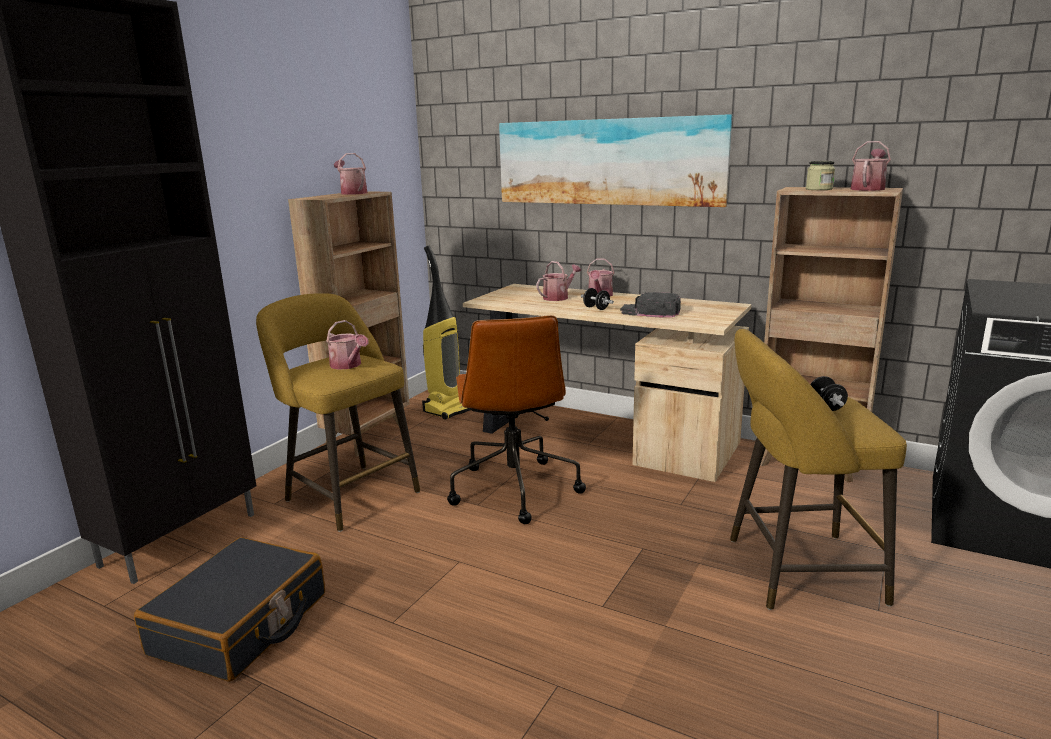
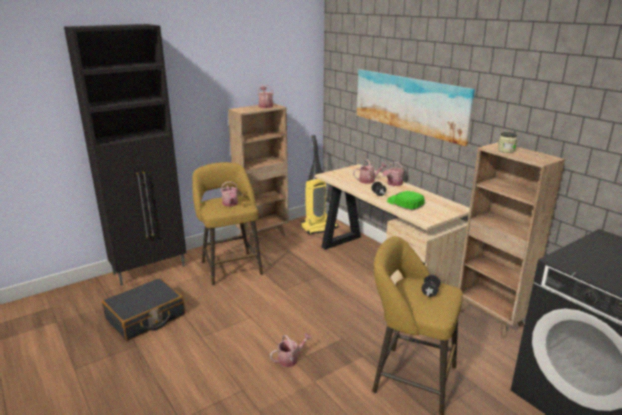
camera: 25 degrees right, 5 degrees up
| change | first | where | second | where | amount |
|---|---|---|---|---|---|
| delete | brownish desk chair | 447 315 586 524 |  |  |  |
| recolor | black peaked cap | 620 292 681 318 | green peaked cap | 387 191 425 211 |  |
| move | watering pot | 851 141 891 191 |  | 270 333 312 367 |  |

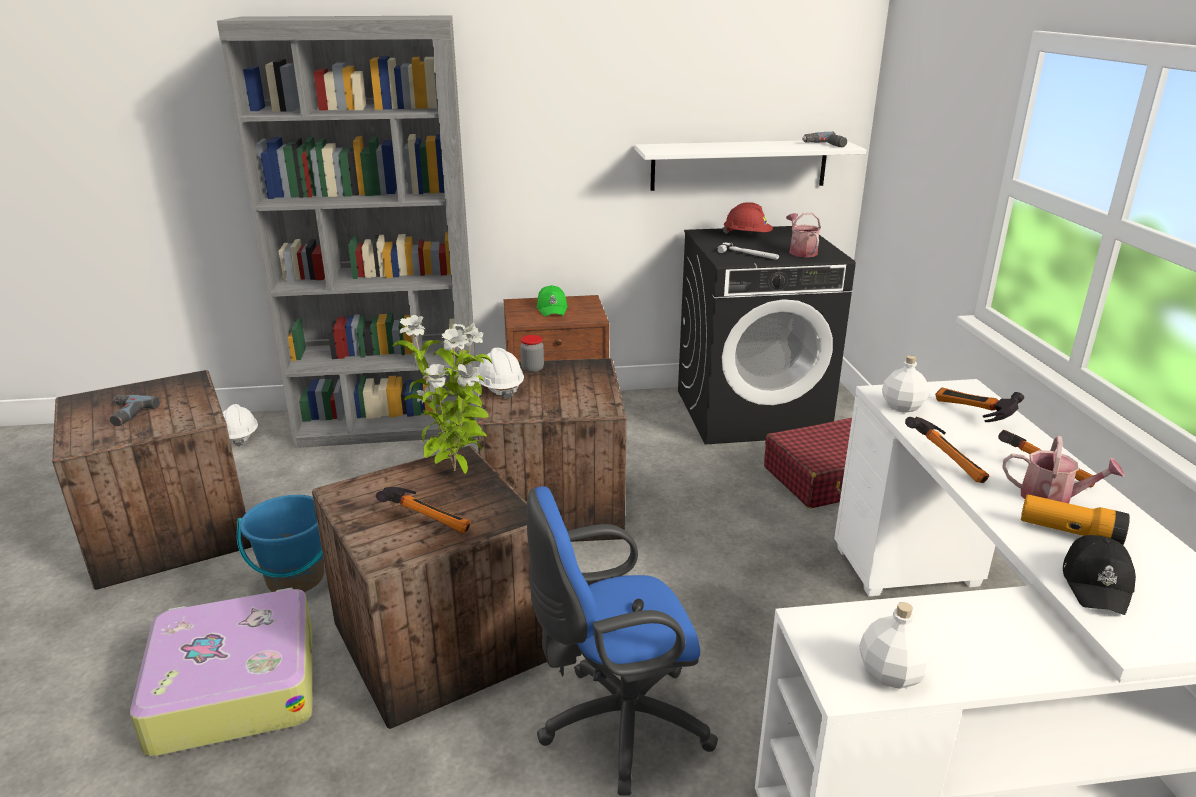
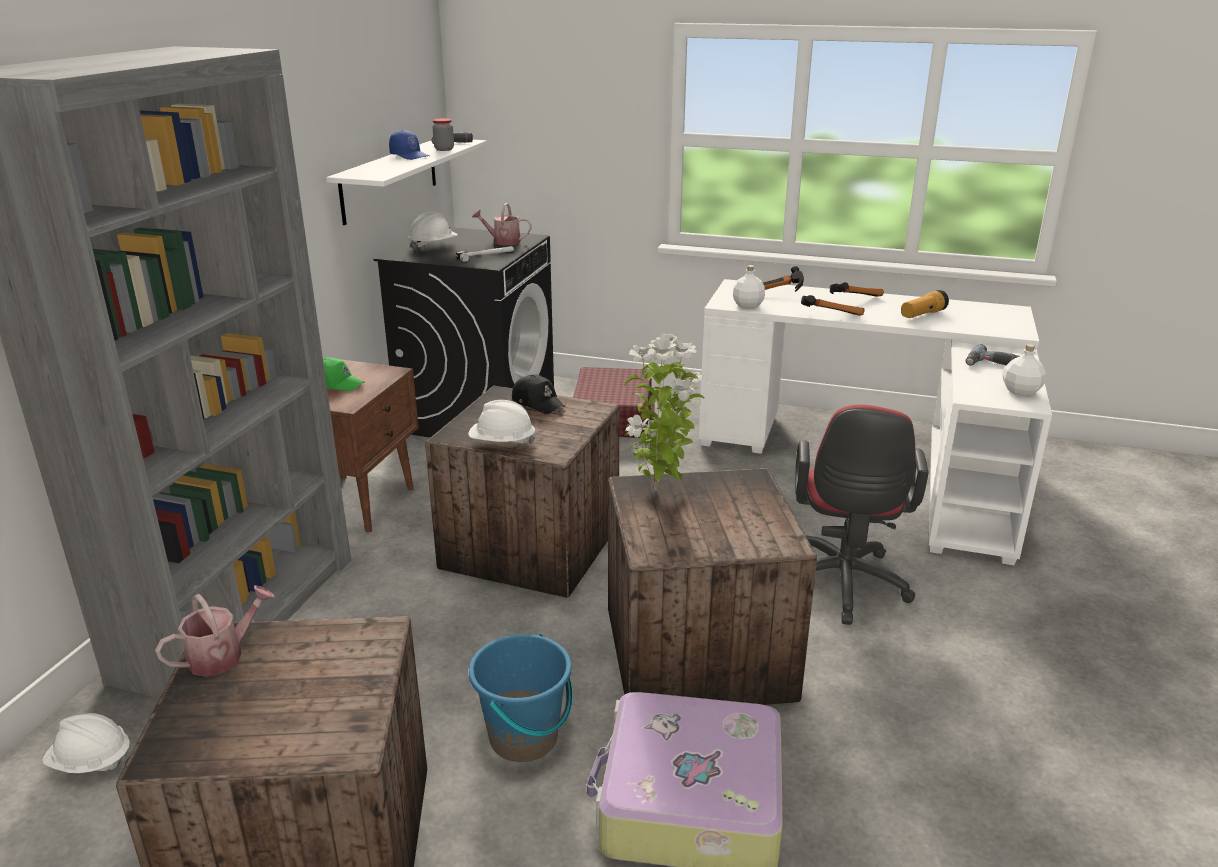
camera: 65 degrees left, 0 degrees up
| change | first | where | second | where | amount |
|---|---|---|---|---|---|
| move | electric drill | 110 395 160 426 |  | 966 344 1020 366 |  |
| delete | hammer | 376 487 471 533 |  |  |  |
| move | jar | 520 335 544 373 |  | 433 118 454 151 |  |
| recolor | blue desk chair | 527 486 718 796 | red desk chair | 795 405 929 625 |  |
| recolor | red safety helmet | 723 202 773 234 | white-coloured safety helmet | 409 211 458 250 |  |
| move | watering pot | 1002 436 1125 503 |  | 155 586 275 677 |  |
| move | black peaked cap | 1063 535 1136 615 |  | 512 374 565 414 |  |
| insert |  |  | blue peaked cap | 389 130 429 160 |  |

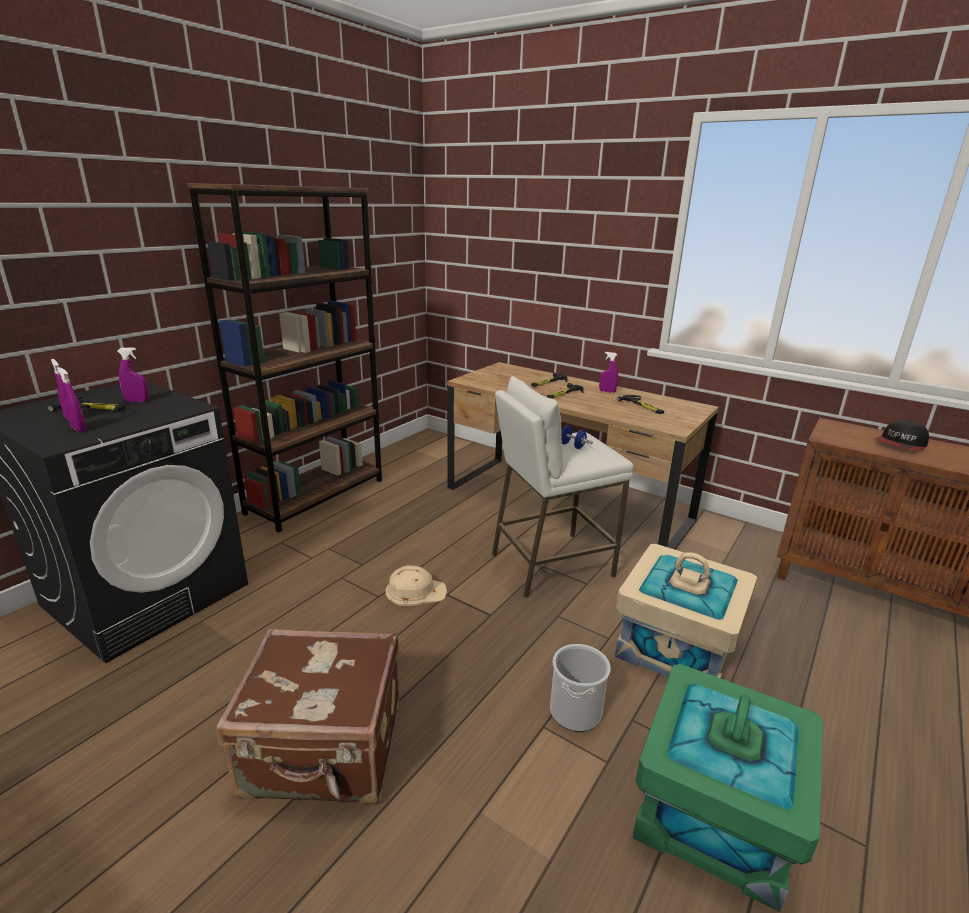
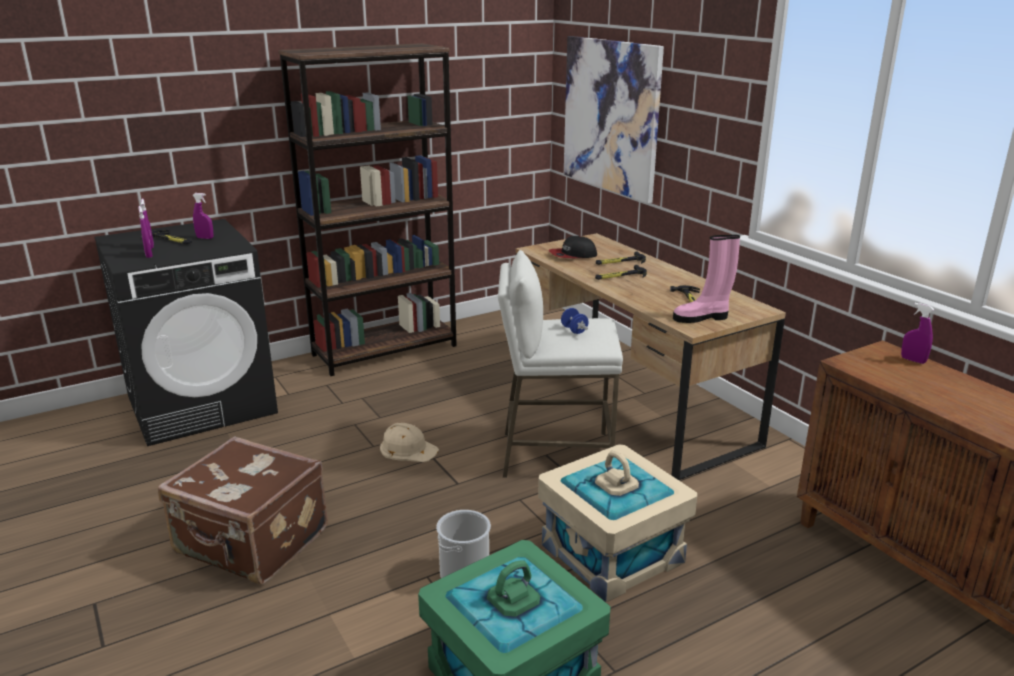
camera: 25 degrees right, 0 degrees up
| change | first | where | second | where | amount |
|---|---|---|---|---|---|
| move | purplish hand sprayer | 599 352 618 393 |  | 901 303 934 364 |  |
| move | peaked cap | 876 420 929 450 |  | 549 236 597 258 |  |
| insert |  |  | wall picture | 564 36 664 203 |  |
| insert |  |  | pinkish high-top boot | 673 235 740 323 |  |

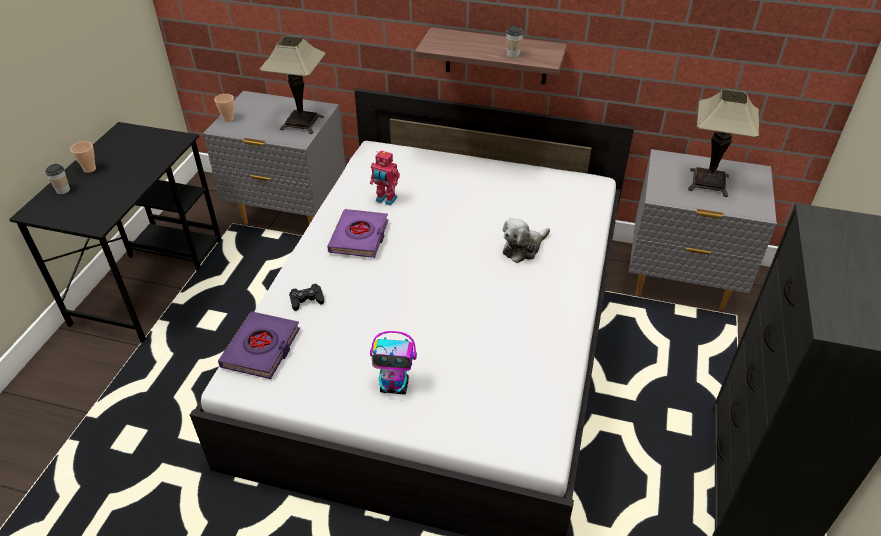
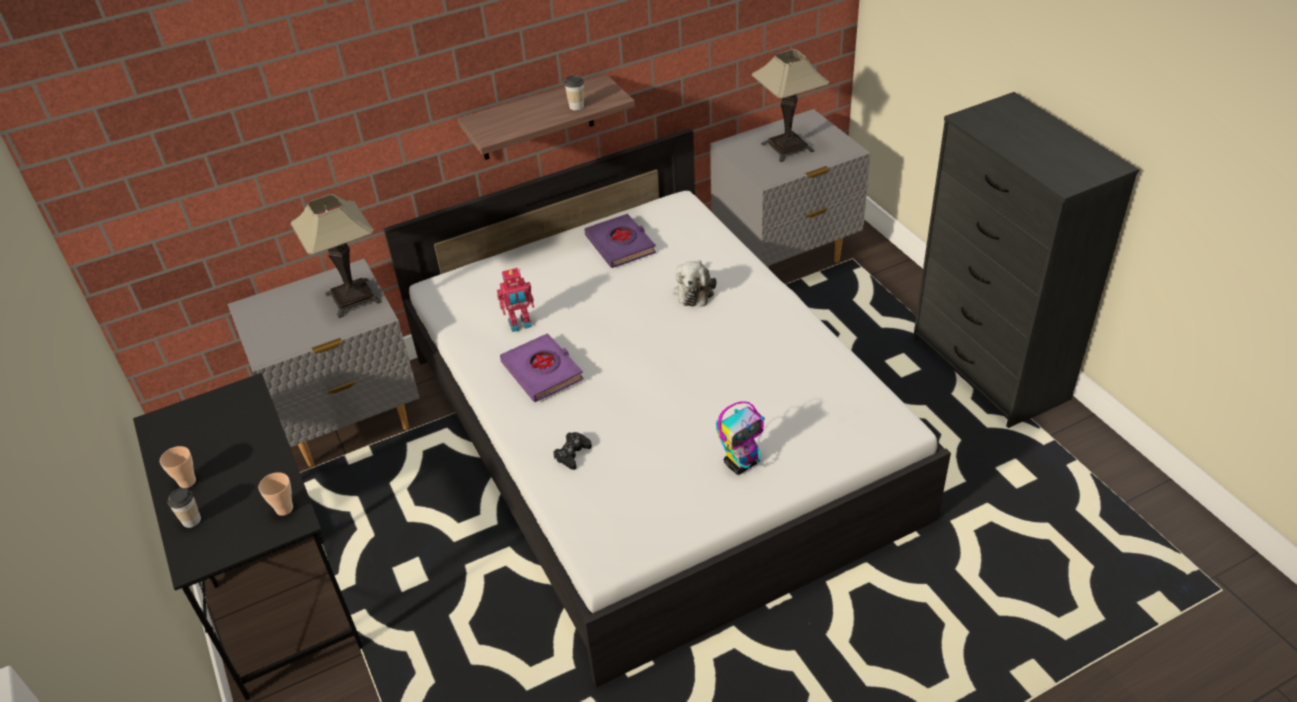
camera: 40 degrees left, 0 degrees up
| change | first | where | second | where | amount |
|---|---|---|---|---|---|
| move | small cup | 214 94 234 122 |  | 258 472 293 516 |  |
| move | purplish bound book | 218 311 300 379 |  | 584 214 656 268 |  |

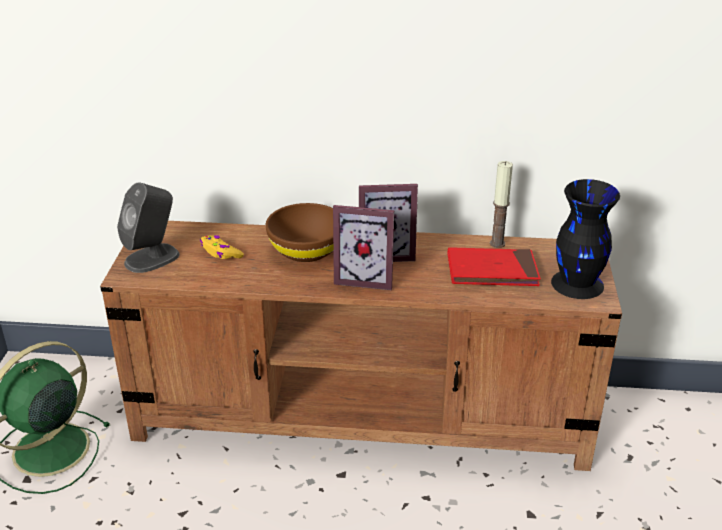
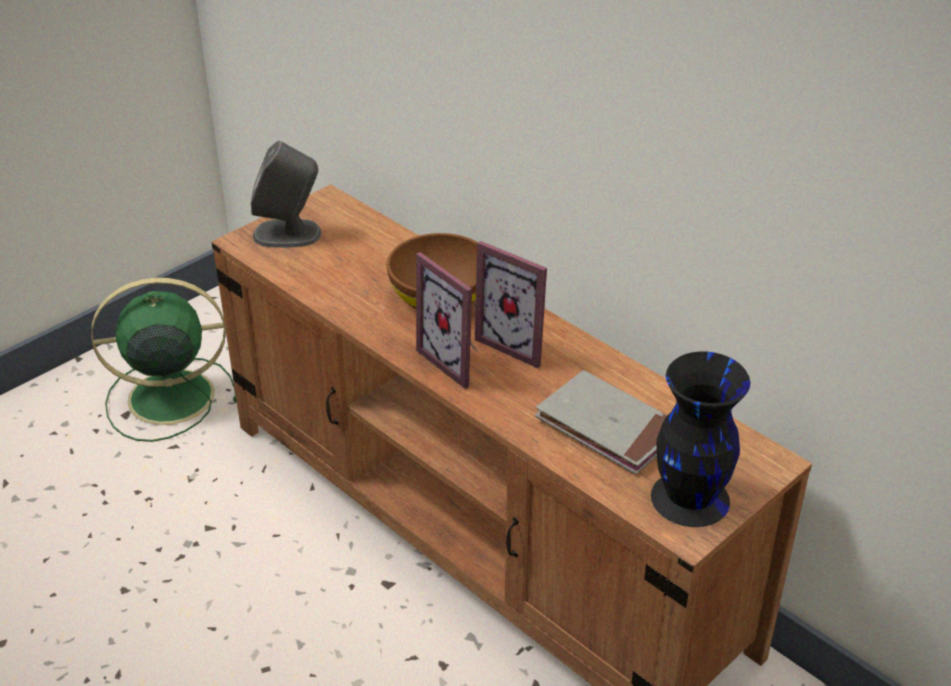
camera: 40 degrees right, 5 degrees up
| change | first | where | second | where | amount |
|---|---|---|---|---|---|
| delete | yellow-coloured gamepad | 200 235 244 259 |  |  |  |
| recolor | red bound book | 447 247 541 286 | grey bound book | 535 370 668 475 |  |
| delete | wax light | 490 161 513 248 |  |  |  |

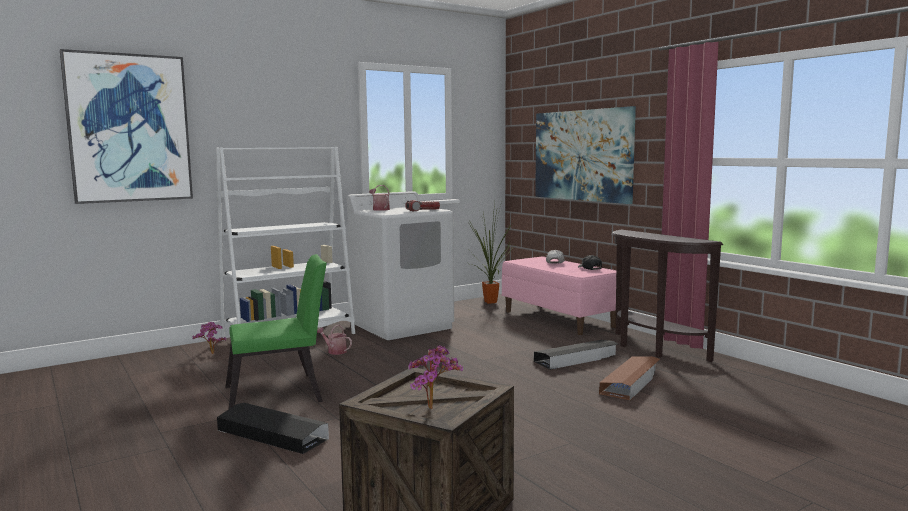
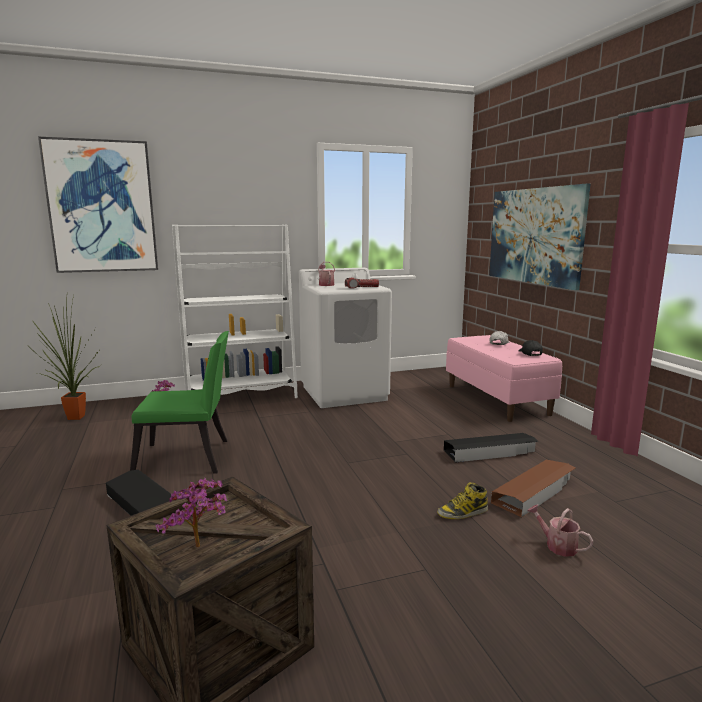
camera: 15 degrees right, 5 degrees up
| change | first | where | second | where | amount |
|---|---|---|---|---|---|
| move | watering pot | 317 325 352 355 |  | 527 504 593 557 |  |
| move | houseplant | 467 202 514 304 |  | 29 295 101 420 |  |
| delete | brownish narrow table | 611 230 723 362 |  |  |  |
| insert |  |  | high-top boot | 437 482 488 519 |  |

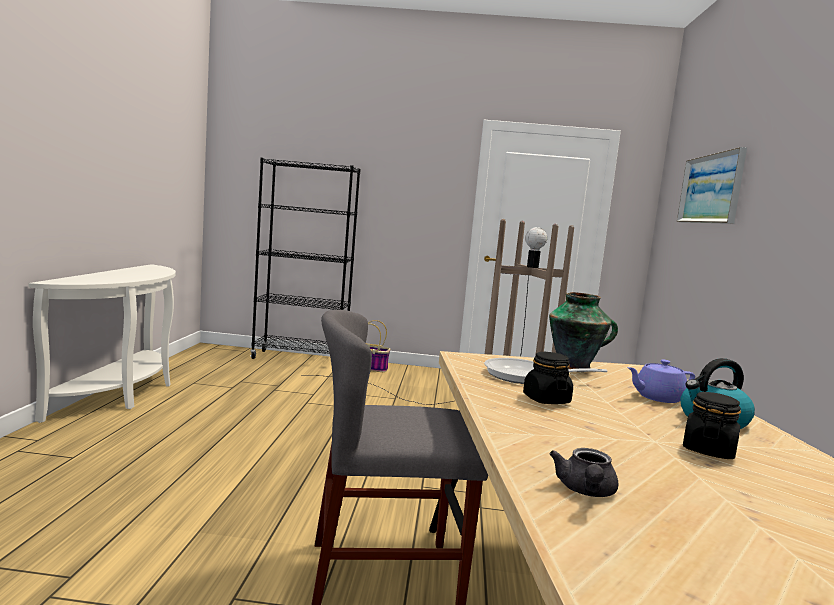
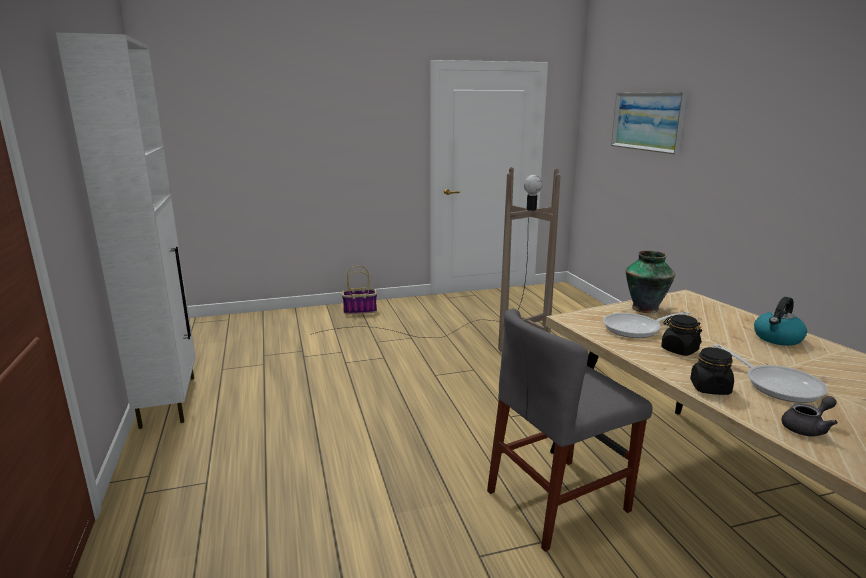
camera: 20 degrees left, 10 degrees up
| change | first | where | second | where | amount |
|---|---|---|---|---|---|
| replace | white-coloured narrow table | 28 264 176 423 | white-coloured cupboard | 56 33 195 429 |  |
| delete | black shelving unit | 250 158 360 359 |  |  |  |
| rotate | grey teapot | 549 448 618 497 |  | 781 396 838 436 | 105 degrees counterclockwise |
| delete | purplish teapot | 627 359 695 403 |  |  |  |
| move | black jar | 683 392 741 459 |  | 690 347 734 395 |  |
| insert |  |  | pan | 713 344 828 403 |  |

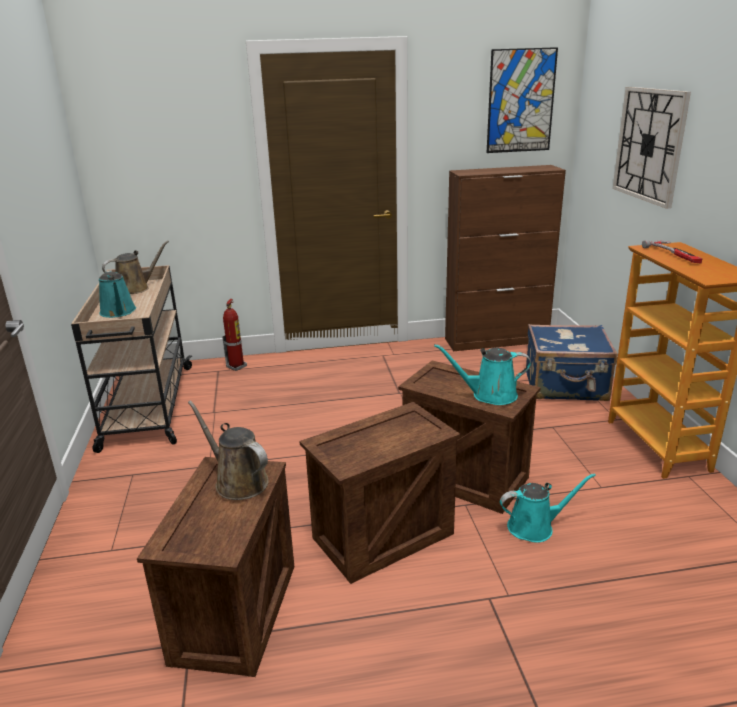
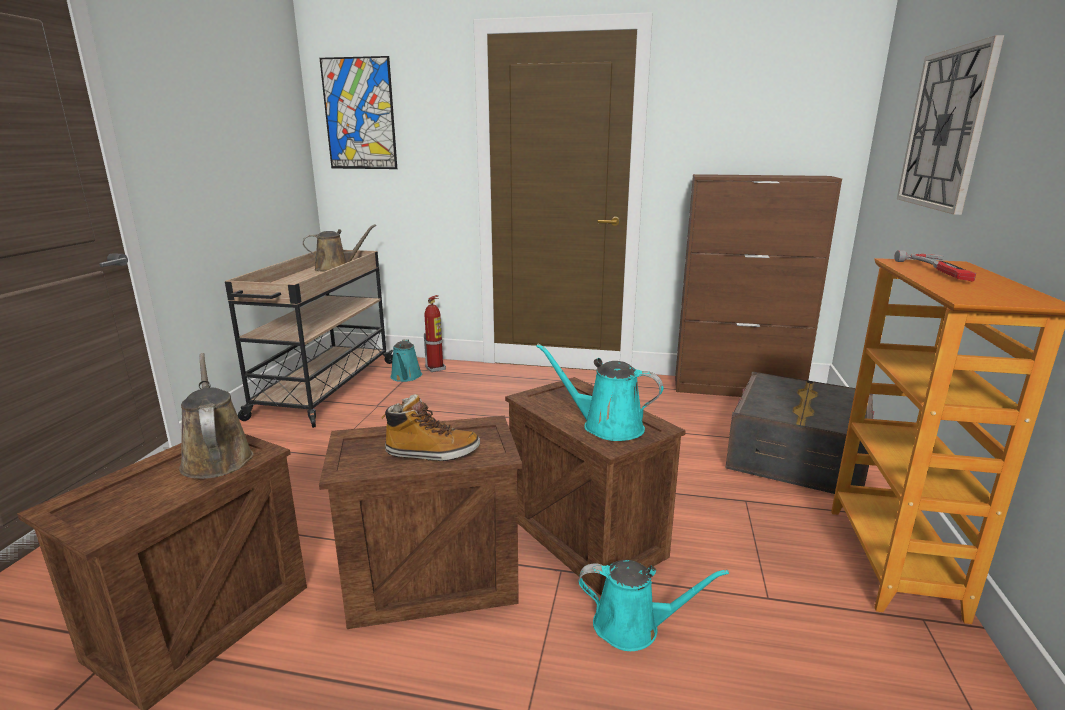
camera: 20 degrees right, 5 degrees down
| change | first | where | second | where | amount |
|---|---|---|---|---|---|
| move | blue-green watering pot | 99 270 136 318 |  | 390 339 422 382 |  |
| move | wall picture | 487 47 558 153 |  | 320 56 397 169 |  |
| replace | blue suitcase | 526 324 618 401 | grey storage bin | 725 372 874 494 |  |
| insert |  |  | high-top boot | 381 394 480 461 |  |

